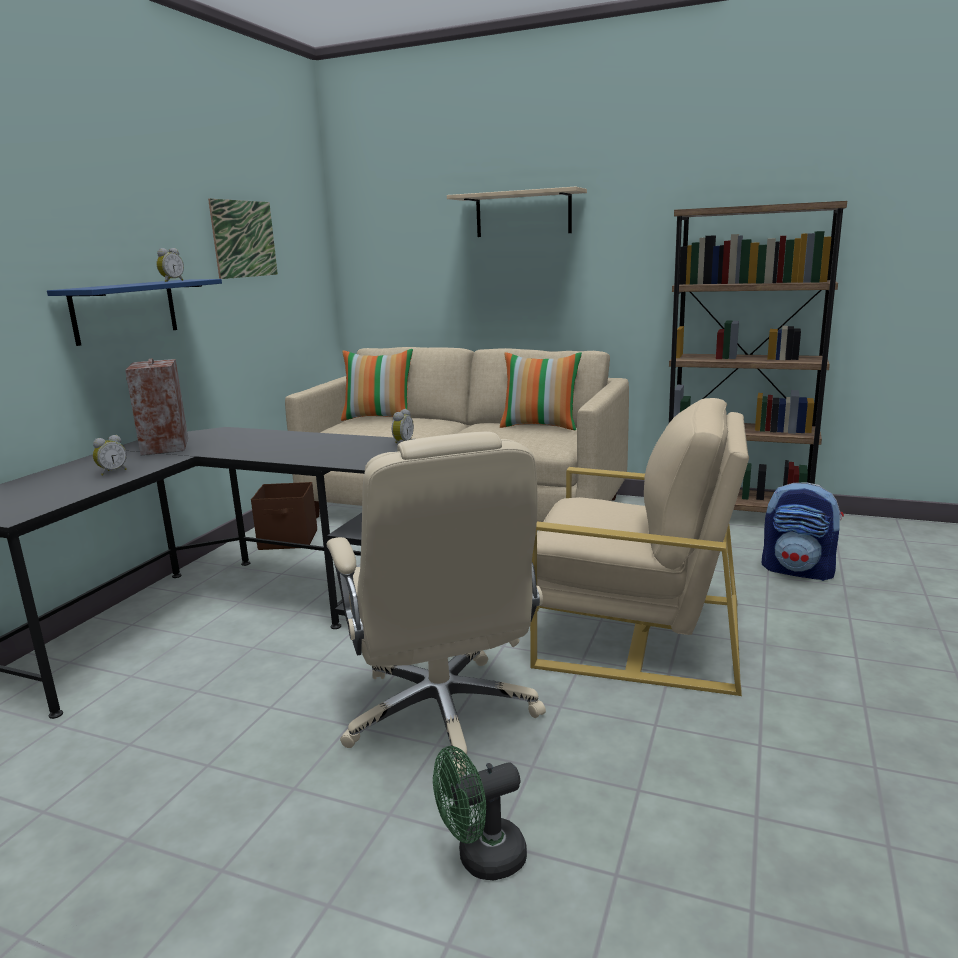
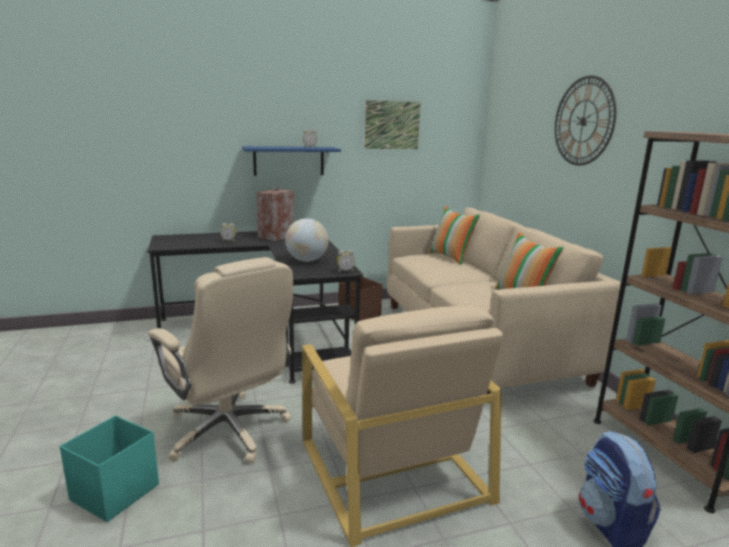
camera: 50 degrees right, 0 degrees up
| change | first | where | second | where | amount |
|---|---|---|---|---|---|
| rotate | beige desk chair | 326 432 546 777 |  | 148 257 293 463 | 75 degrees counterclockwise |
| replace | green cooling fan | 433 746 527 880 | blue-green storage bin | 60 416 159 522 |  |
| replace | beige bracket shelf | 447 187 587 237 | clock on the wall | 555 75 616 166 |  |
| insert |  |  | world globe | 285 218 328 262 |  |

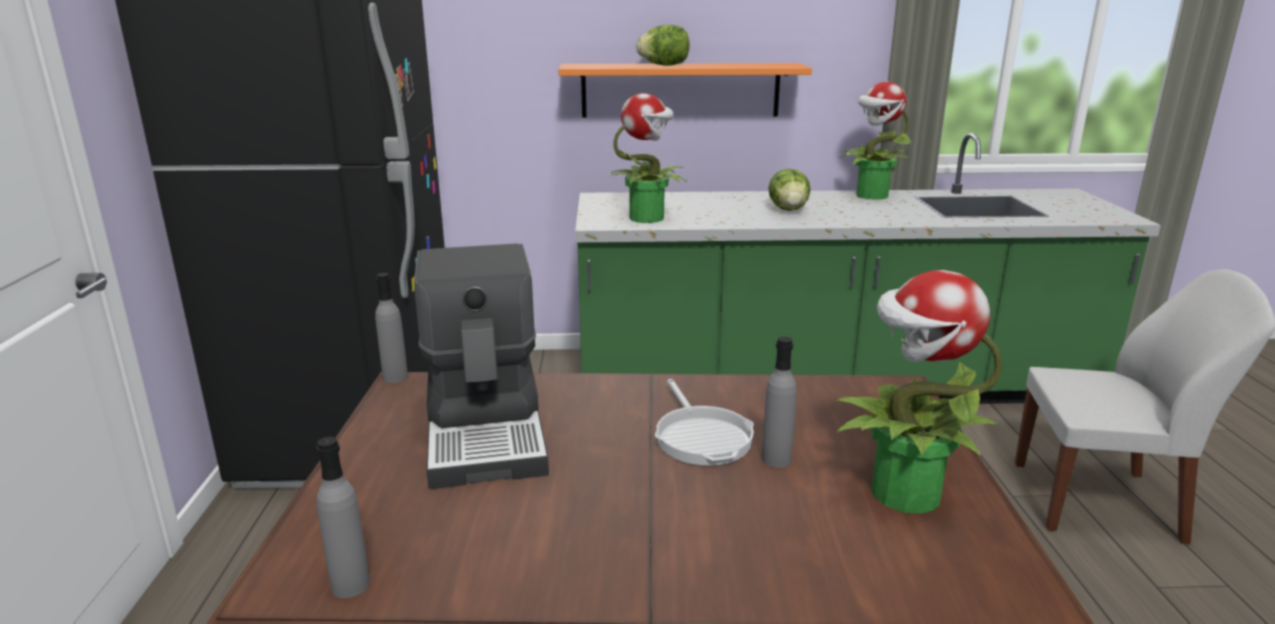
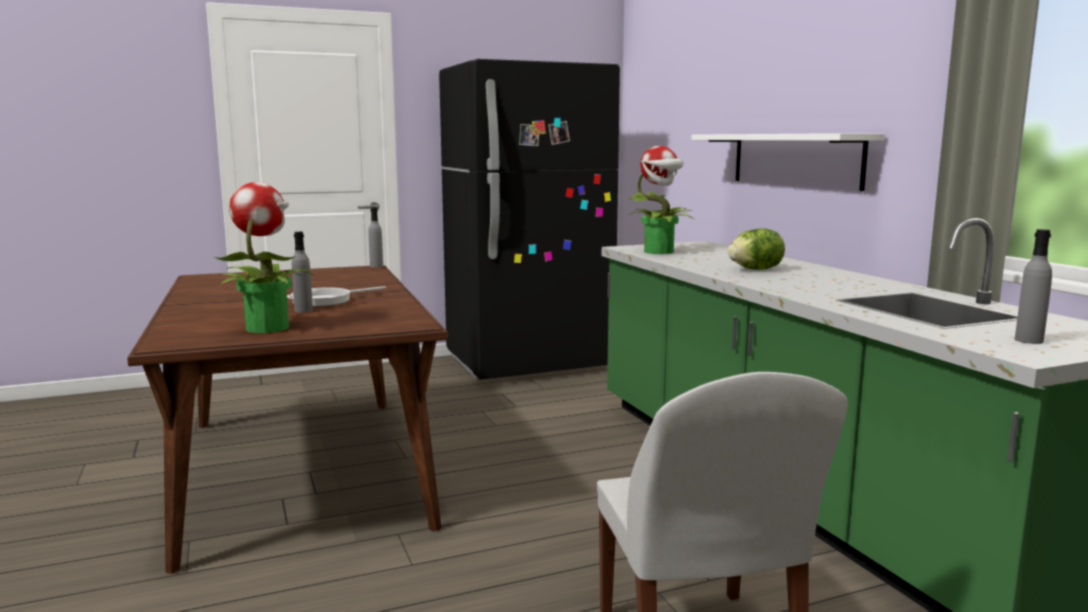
camera: 70 degrees right, 10 degrees down
| change | first | where | second | where | amount |
|---|---|---|---|---|---|
| move | grey drink bottle | 316 437 370 598 |  | 1015 229 1052 344 |  |
| delete | coffee maker | 414 243 549 489 |  |  |  |
| recolor | orange-coloured bracket shelf | 558 63 812 118 | white-coloured bracket shelf | 691 133 885 191 |  |
| delete | head of lettuce | 636 24 689 66 |  |  |  |
| delete | houseplant | 840 82 912 199 |  |  |  |

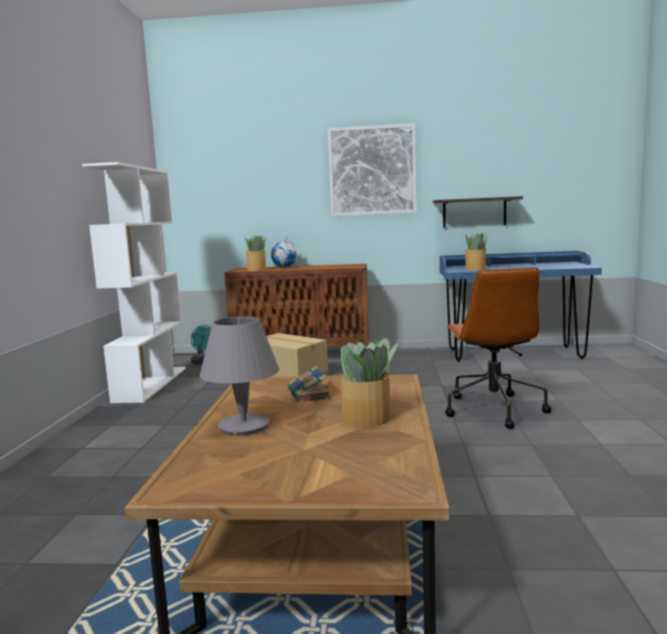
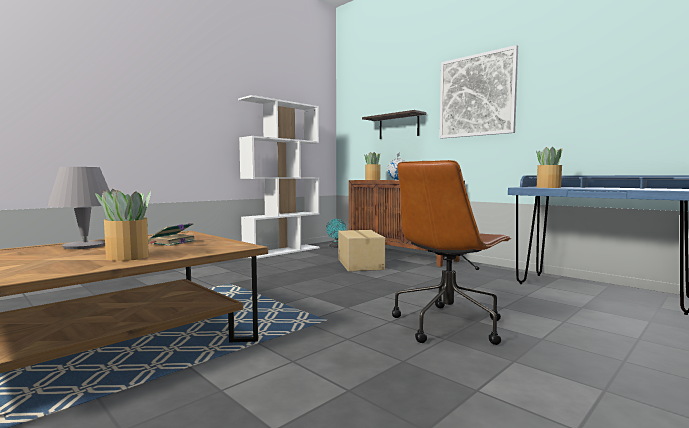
camera: 40 degrees right, 5 degrees down
| change | first | where | second | where | amount |
|---|---|---|---|---|---|
| move | bracket shelf | 433 196 523 228 |  | 362 110 427 139 |  |

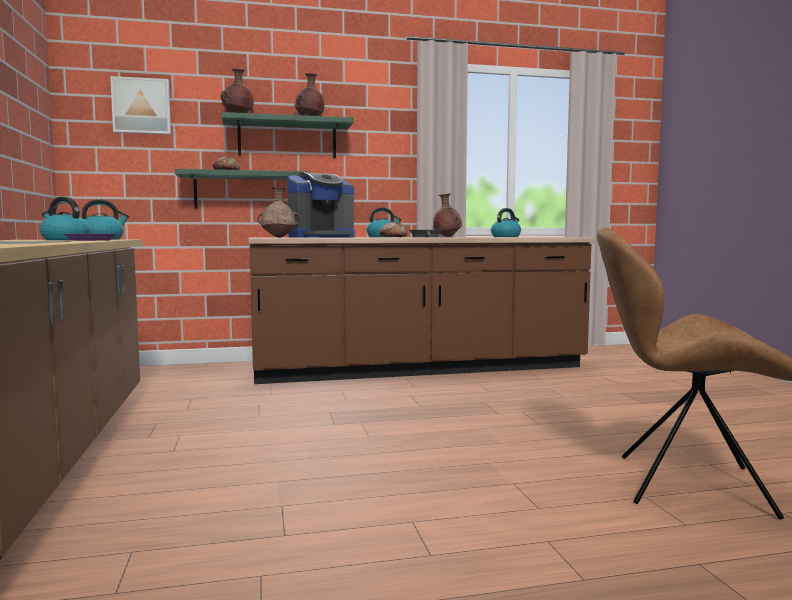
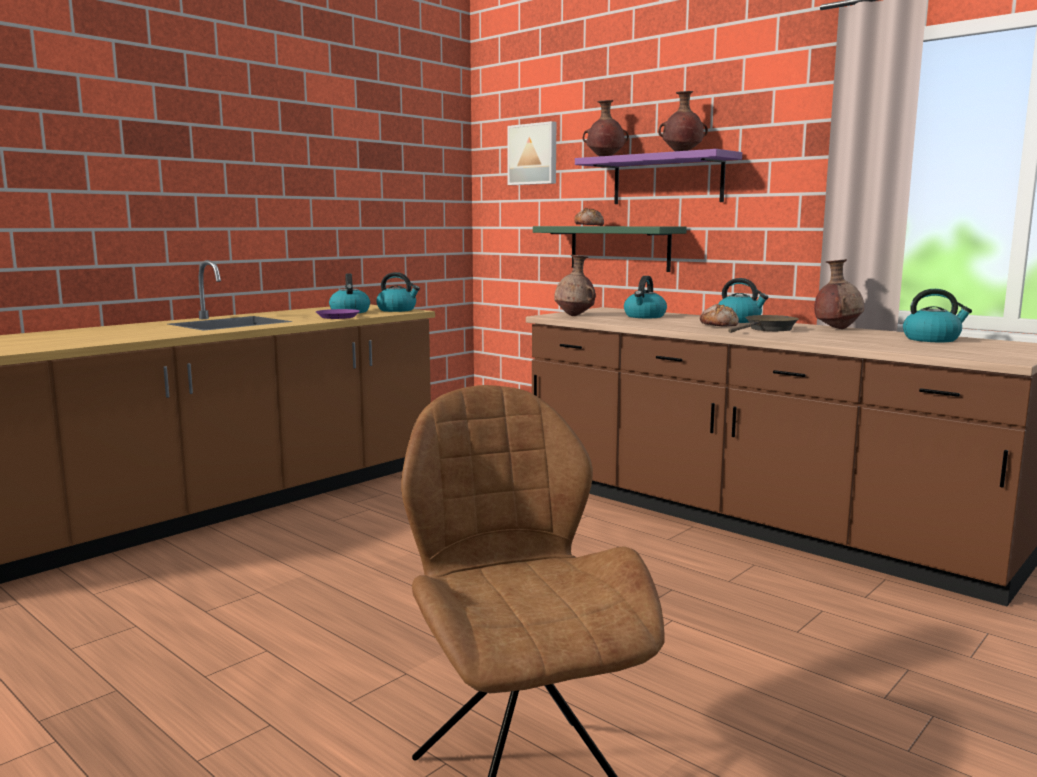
camera: 55 degrees right, 5 degrees up
| change | first | where | second | where | amount |
|---|---|---|---|---|---|
| recolor | green bracket shelf | 222 112 354 158 | purplish bracket shelf | 575 149 742 204 |  |
| replace | coffee maker | 287 172 354 238 | kettle | 624 276 667 318 |  |

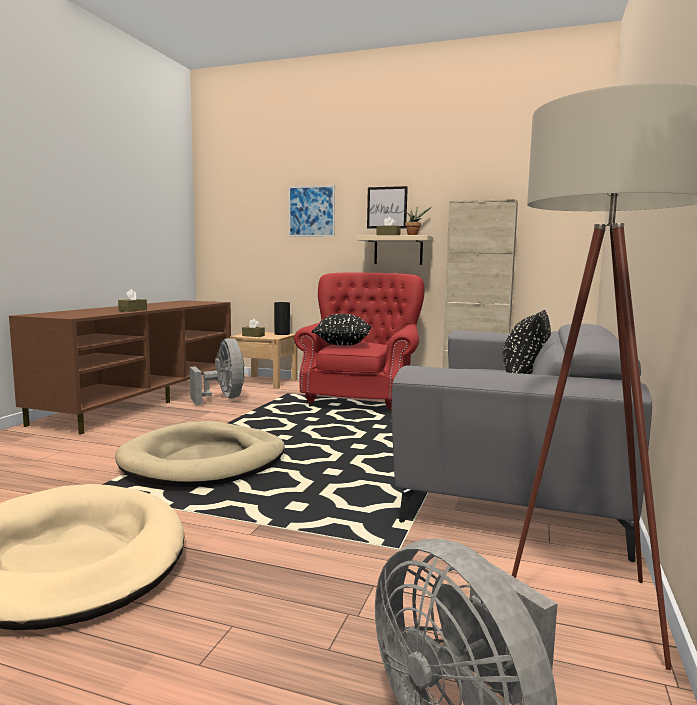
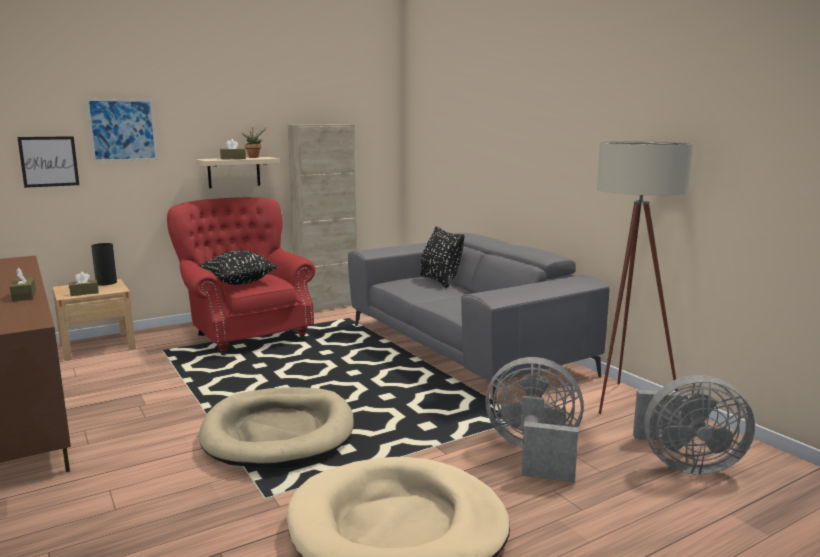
camera: 50 degrees left, 5 degrees up
| change | first | where | second | where | amount |
|---|---|---|---|---|---|
| move | grey cooling fan | 190 338 245 405 |  | 486 357 584 483 |  |
| move | wall picture | 367 186 408 229 |  | 17 136 79 188 |  |

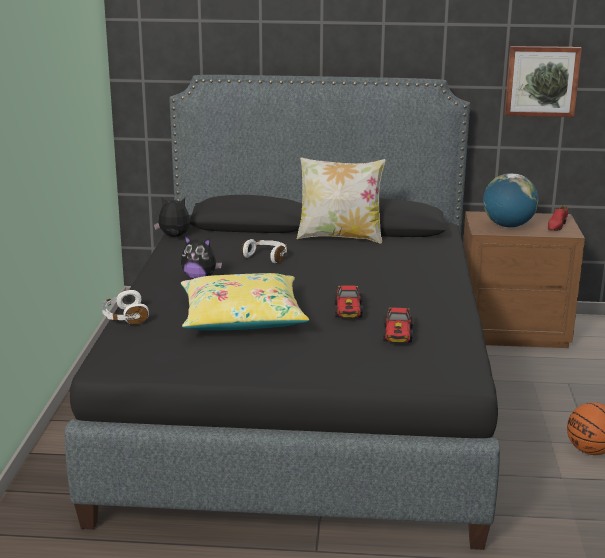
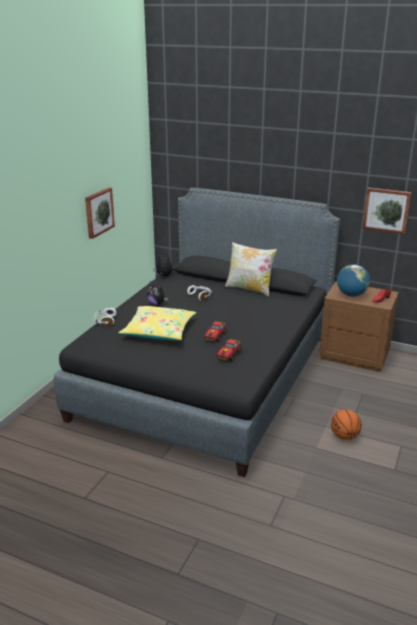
camera: 20 degrees right, 5 degrees up
| change | first | where | second | where | amount |
|---|---|---|---|---|---|
| insert |  |  | wall picture | 85 187 115 239 |  |

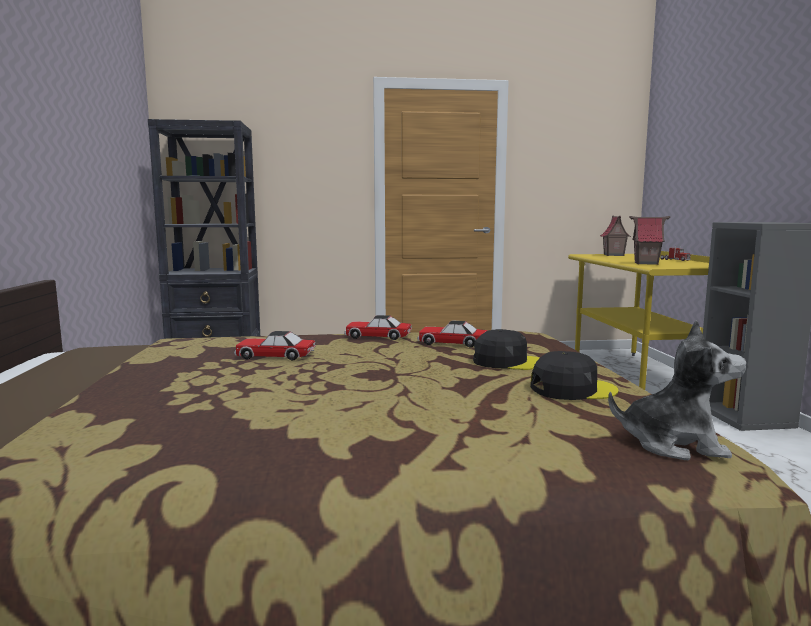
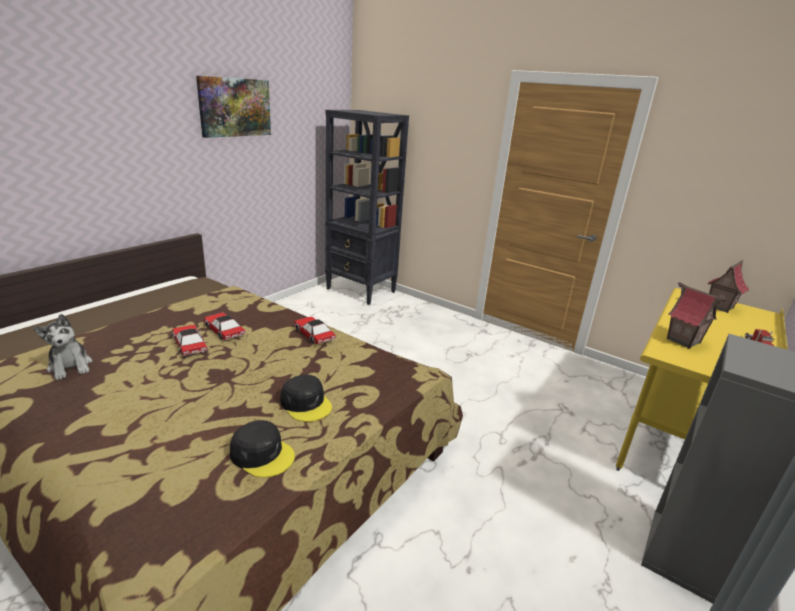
camera: 40 degrees right, 15 degrees up
| change | first | where | second | where | amount |
|---|---|---|---|---|---|
| move | toy car | 417 320 487 347 |  | 172 325 208 356 |  |
| move | cuddly toy | 608 320 746 460 |  | 34 314 92 380 |  |
| insert |  |  | wall picture | 196 75 271 138 |  |

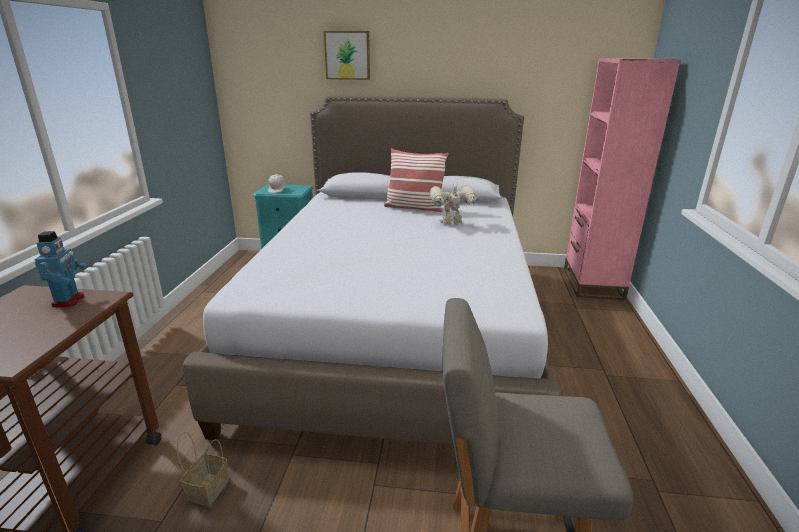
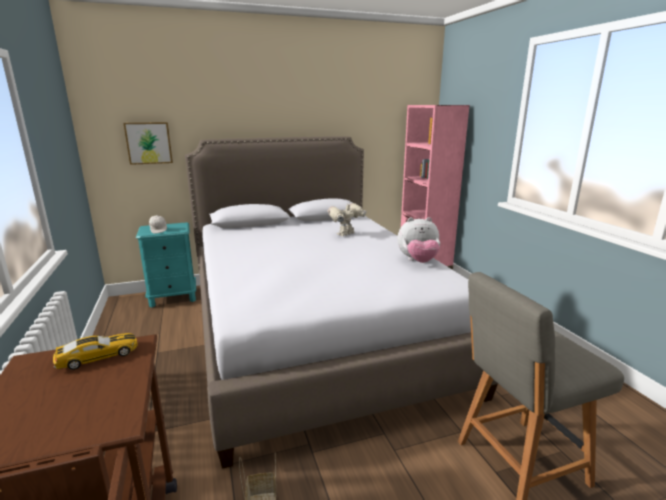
camera: 25 degrees left, 5 degrees down
| change | first | where | second | where | amount |
|---|---|---|---|---|---|
| replace | toy robot | 35 231 88 307 | toy car | 53 333 138 370 |  |
| move | wall picture | 324 31 370 80 |  | 124 122 173 165 |  |
| delete | pillow | 384 148 449 212 |  |  |  |
| insert |  |  | cuddly toy | 397 217 440 263 |  |

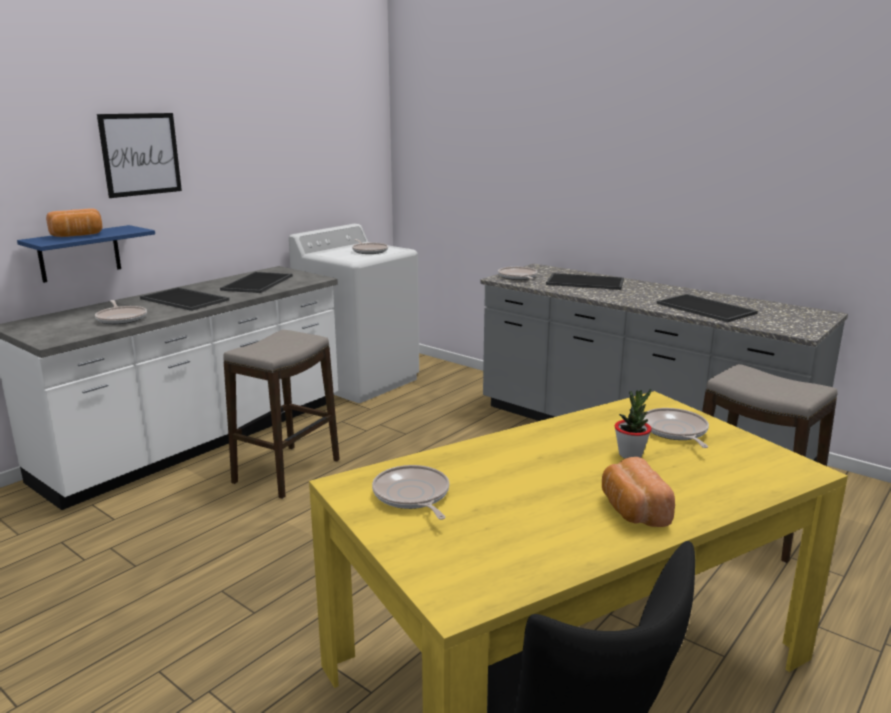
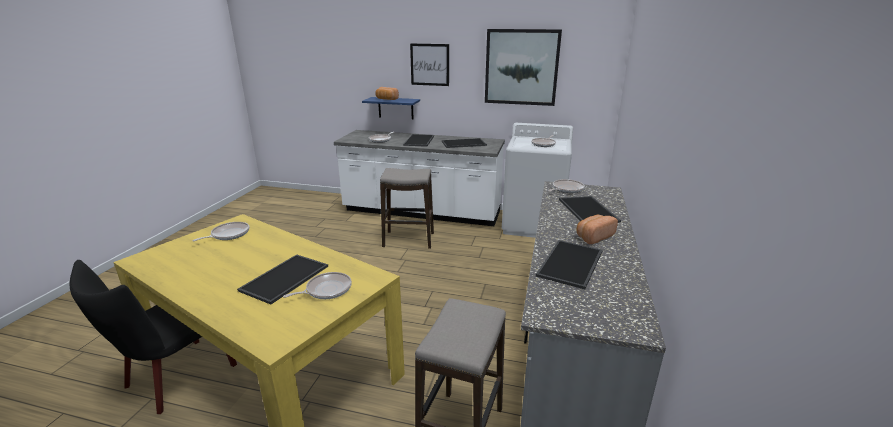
camera: 65 degrees right, 5 degrees up
| change | first | where | second | where | amount |
|---|---|---|---|---|---|
| move | bread | 602 457 675 527 |  | 576 215 618 244 |  |
| replace | houseplant | 615 389 652 459 | serving tray | 237 254 328 304 |  |
| insert |  |  | wall picture | 485 29 562 106 |  |

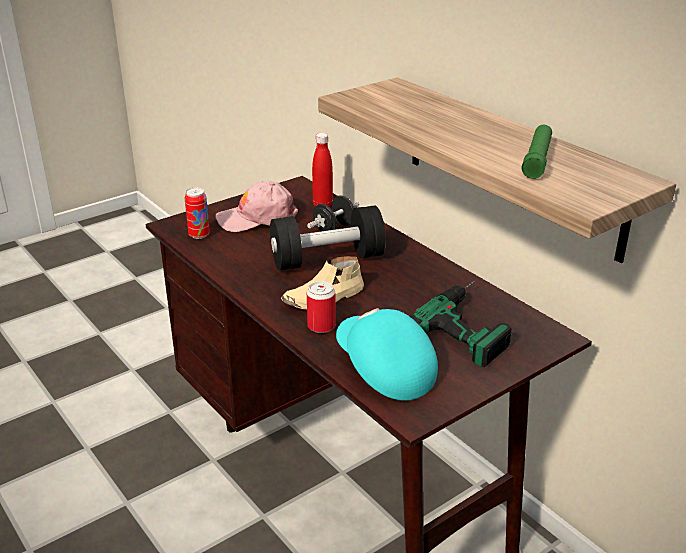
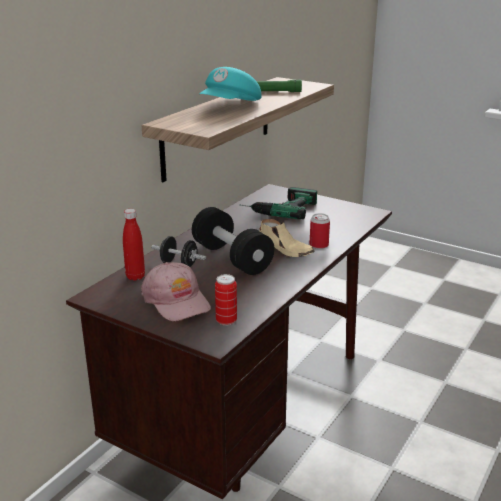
camera: 110 degrees left, 5 degrees down
| change | first | where | second | where | amount |
|---|---|---|---|---|---|
| move | blue-green peaked cap | 336 308 438 401 |  | 199 67 261 101 |  |

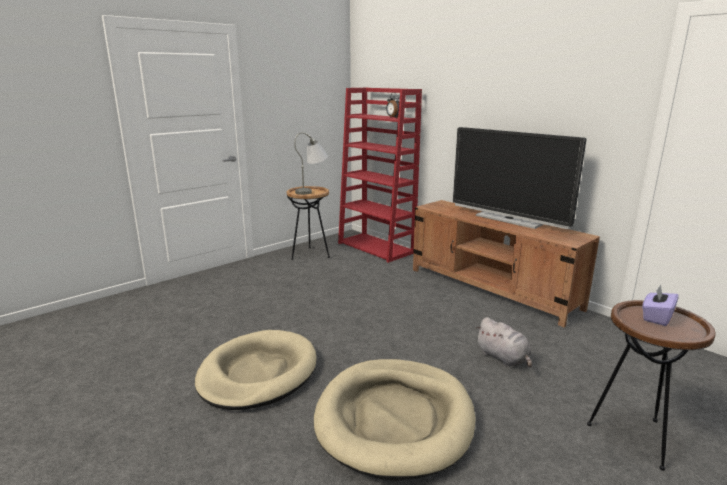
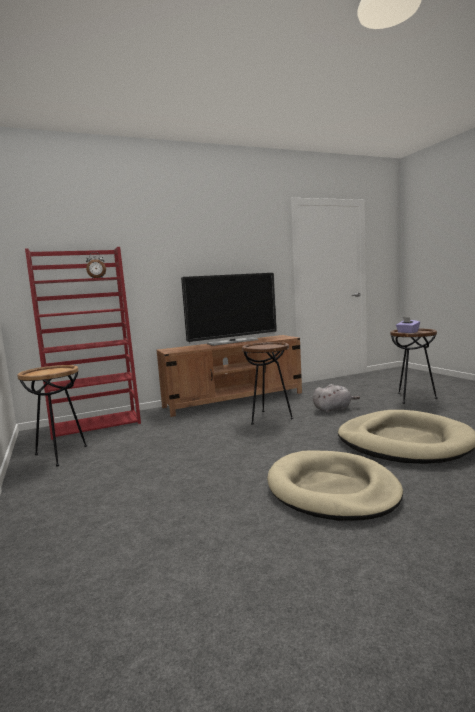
camera: 70 degrees left, 10 degrees down
| change | first | where | second | where | amount |
|---|---|---|---|---|---|
| delete | grey lamp for a table | 294 132 328 195 |  |  |  |
| insert |  |  | brownish accent table | 242 342 293 424 |  |

